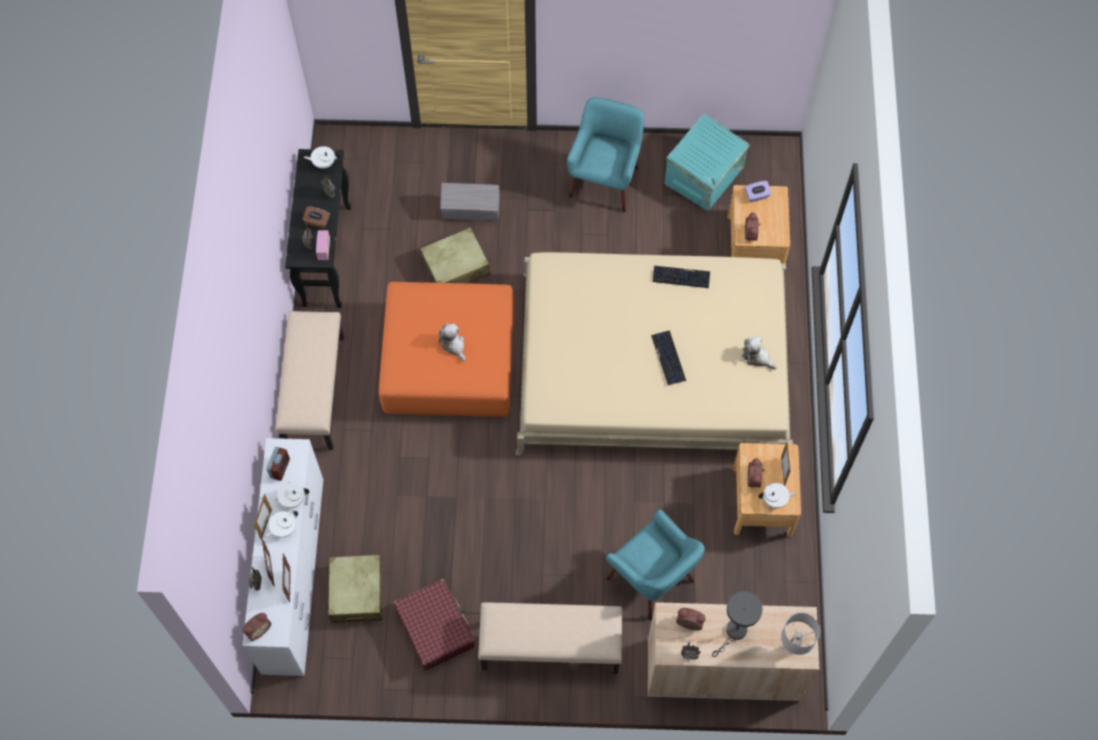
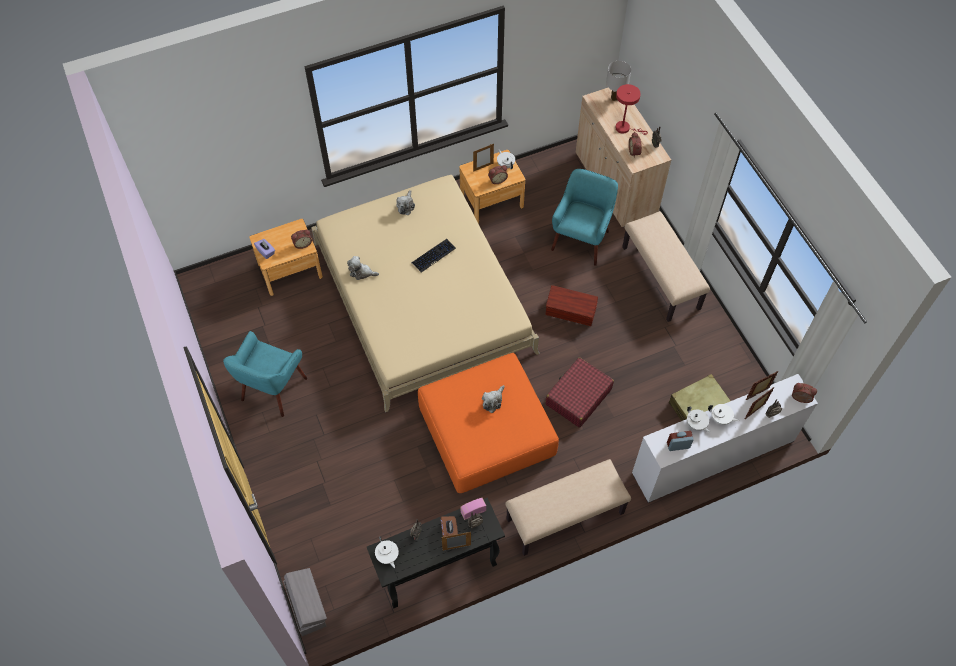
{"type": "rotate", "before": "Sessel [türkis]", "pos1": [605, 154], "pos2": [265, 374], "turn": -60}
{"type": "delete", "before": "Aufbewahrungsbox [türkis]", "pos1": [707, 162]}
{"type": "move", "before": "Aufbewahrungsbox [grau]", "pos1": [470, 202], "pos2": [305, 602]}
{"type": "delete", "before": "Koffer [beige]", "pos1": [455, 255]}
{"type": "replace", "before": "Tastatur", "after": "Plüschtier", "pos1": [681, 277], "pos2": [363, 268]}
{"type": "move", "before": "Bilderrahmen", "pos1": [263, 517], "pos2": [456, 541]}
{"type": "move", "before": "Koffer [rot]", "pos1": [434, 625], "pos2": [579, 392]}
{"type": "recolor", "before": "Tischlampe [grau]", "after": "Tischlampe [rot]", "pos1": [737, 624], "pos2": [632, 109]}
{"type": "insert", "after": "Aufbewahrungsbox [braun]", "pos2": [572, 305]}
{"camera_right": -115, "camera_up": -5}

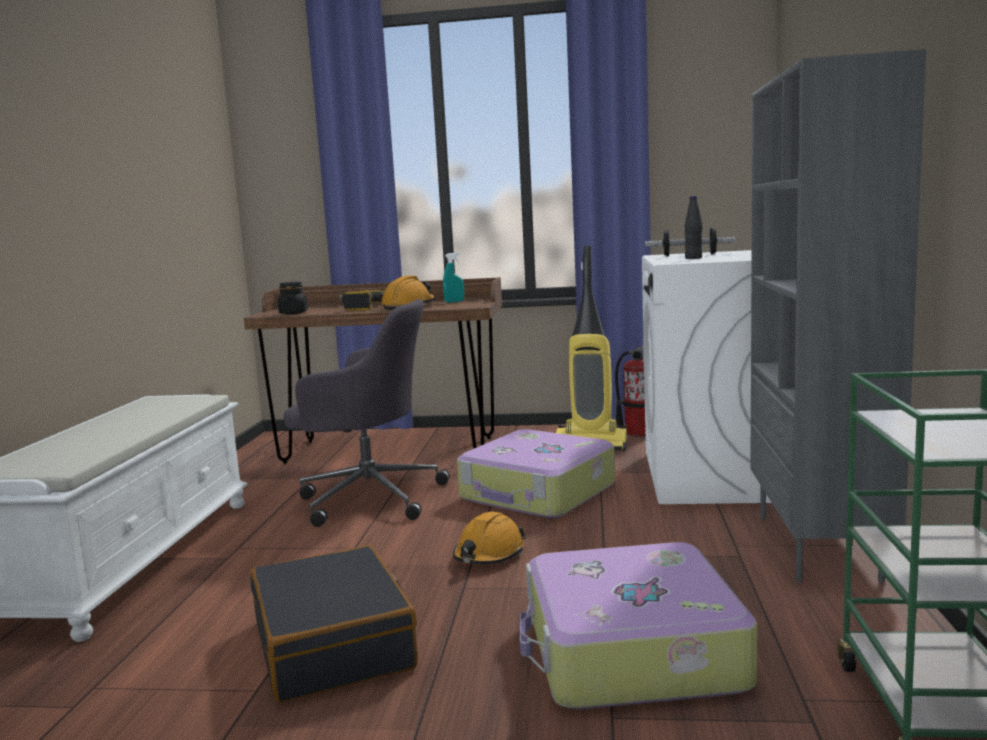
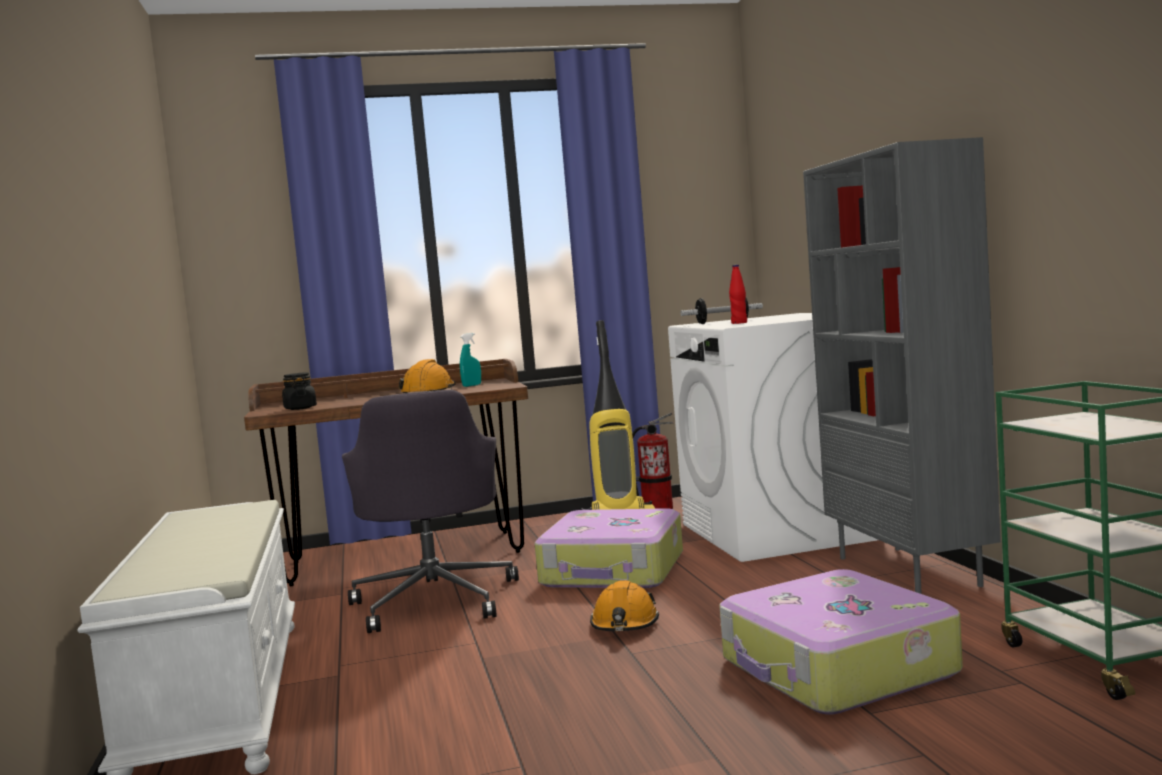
{"type": "recolor", "before": "Flasche [schwarz]", "after": "Flasche [rot]", "pos1": [693, 227], "pos2": [738, 294]}
{"type": "delete", "before": "Bohrmaschine", "pos1": [361, 300]}
{"type": "rotate", "before": "Bürostuhl [grau]", "pos1": [367, 413], "pos2": [430, 511], "turn": 90}
{"type": "delete", "before": "Koffer [schwarz]", "pos1": [334, 623]}
{"camera_right": -20, "camera_up": -5}

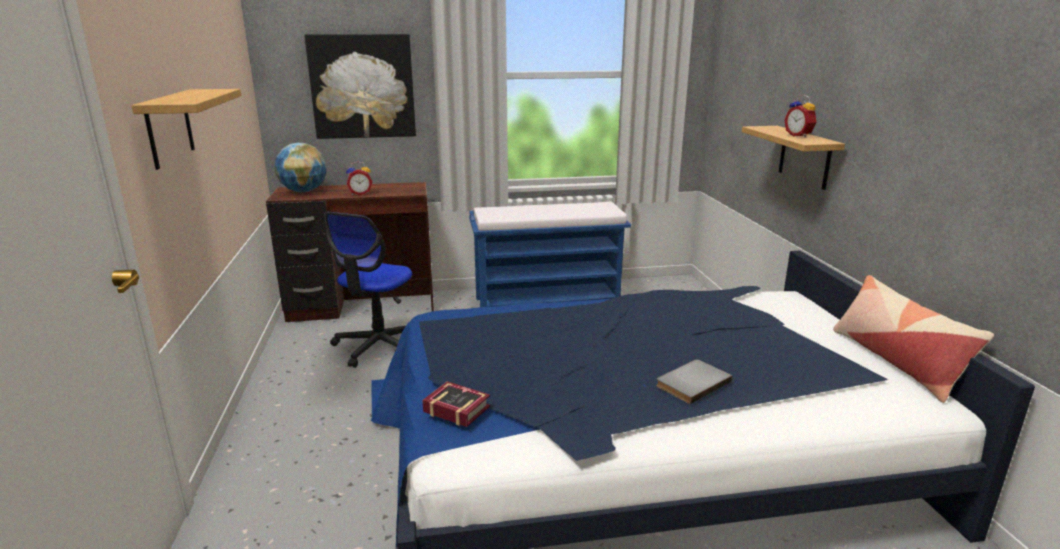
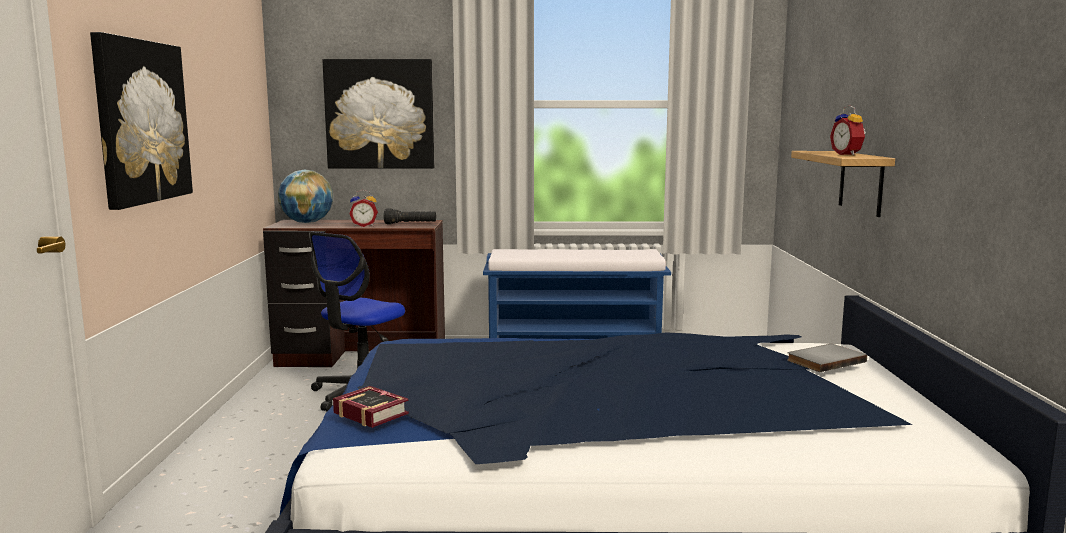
{"type": "replace", "before": "Wandregal", "after": "Bild", "pos1": [186, 129], "pos2": [141, 121]}
{"type": "delete", "before": "Kissen", "pos1": [913, 339]}
{"type": "move", "before": "Buch [grau]", "pos1": [694, 382], "pos2": [827, 358]}
{"type": "insert", "after": "Taschenlampe [schwarz]", "pos2": [410, 216]}
{"camera_right": 10, "camera_up": -10}

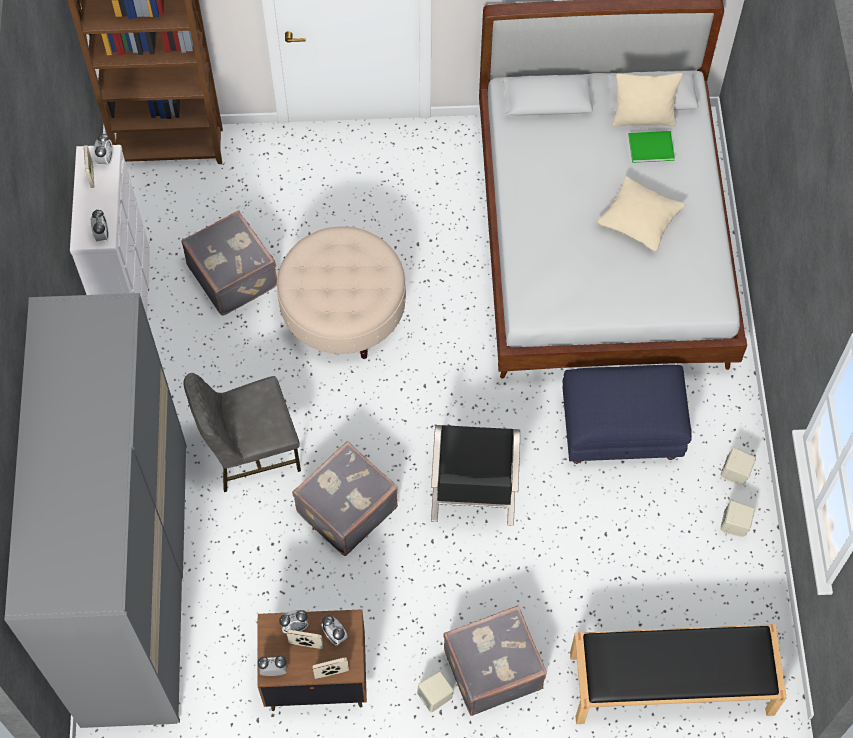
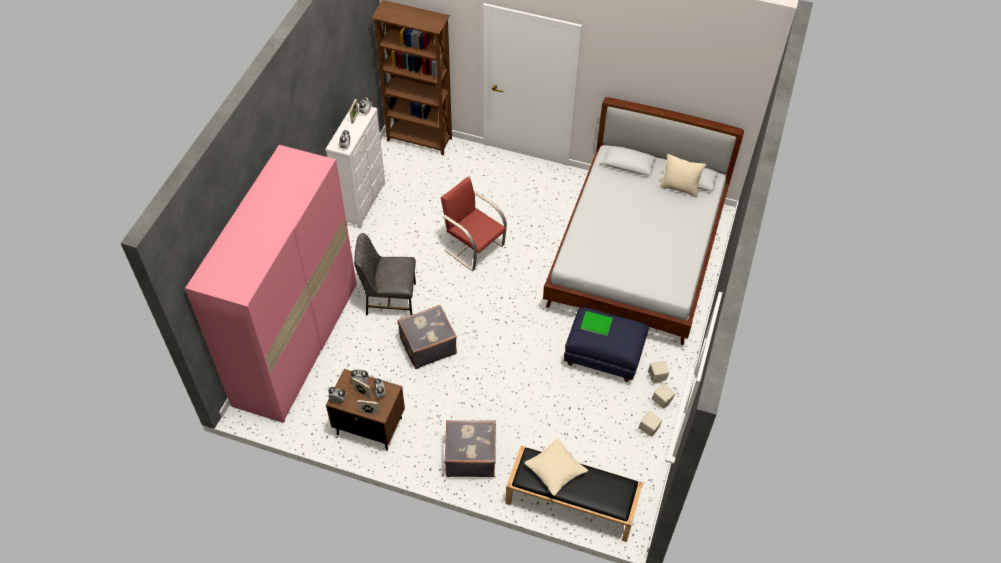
{"type": "move", "before": "Buch [grün]", "pos1": [651, 147], "pos2": [596, 323]}
{"type": "move", "before": "Kissen [beige]", "pos1": [641, 214], "pos2": [556, 467]}
{"type": "delete", "before": "Koffer [grau]", "pos1": [229, 263]}
{"type": "replace", "before": "Polsterhocker [beige]", "after": "Stuhl [rot]", "pos1": [341, 292], "pos2": [474, 224]}
{"type": "recolor", "before": "Kleiderschrank [grau]", "after": "Kleiderschrank [rosa]", "pos1": [95, 510], "pos2": [271, 284]}
{"type": "delete", "before": "Stuhl [schwarz]", "pos1": [475, 475]}
{"type": "move", "before": "Lautsprecher [beige]", "pos1": [435, 691], "pos2": [658, 372]}
{"camera_right": 20, "camera_up": -10}

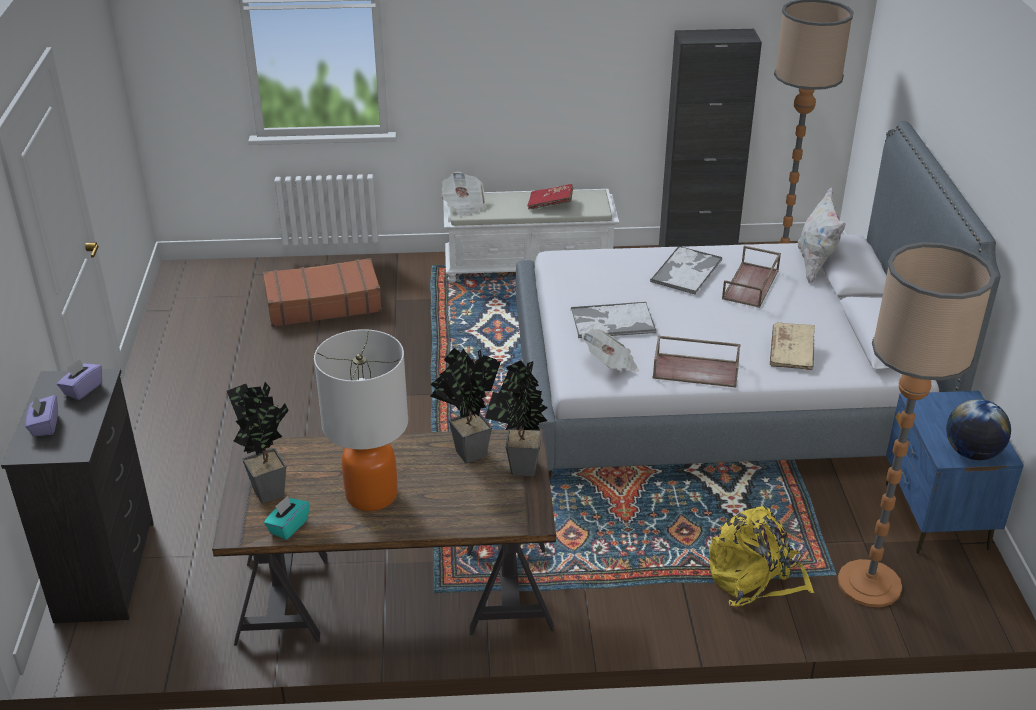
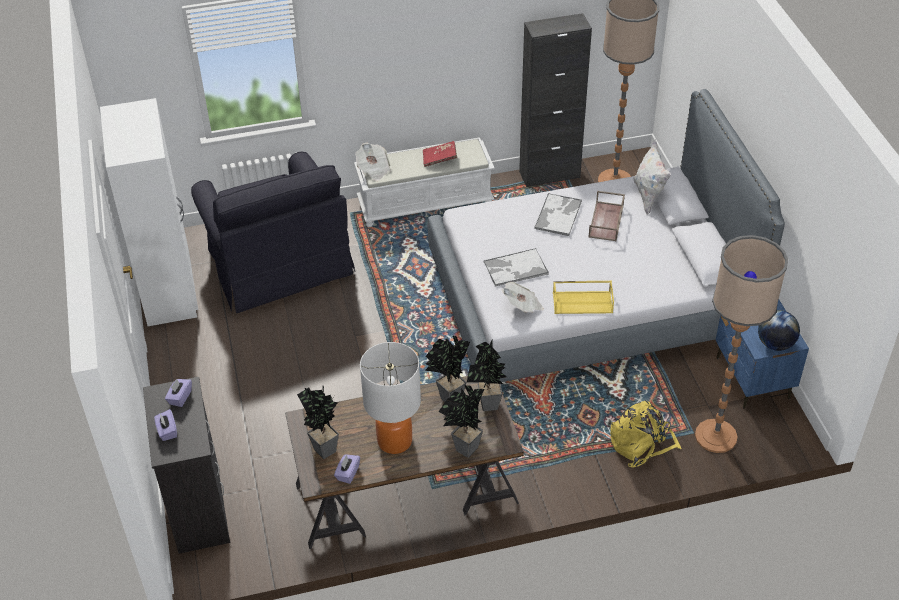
{"type": "replace", "before": "Koffer [braun]", "after": "Sessel [schwarz]", "pos1": [322, 292], "pos2": [273, 232]}
{"type": "delete", "before": "Buch [beige]", "pos1": [792, 346]}
{"type": "recolor", "before": "Tablett [braun]", "after": "Tablett [gelb]", "pos1": [697, 361], "pos2": [583, 297]}
{"type": "recolor", "before": "Taschentuchbox [türkis]", "after": "Taschentuchbox [lila]", "pos1": [287, 518], "pos2": [347, 469]}
{"type": "insert", "after": "Kleiderschrank [weiß]", "pos2": [149, 212]}
{"type": "insert", "after": "Topfpflanze", "pos2": [461, 421]}
{"camera_right": -10, "camera_up": 10}

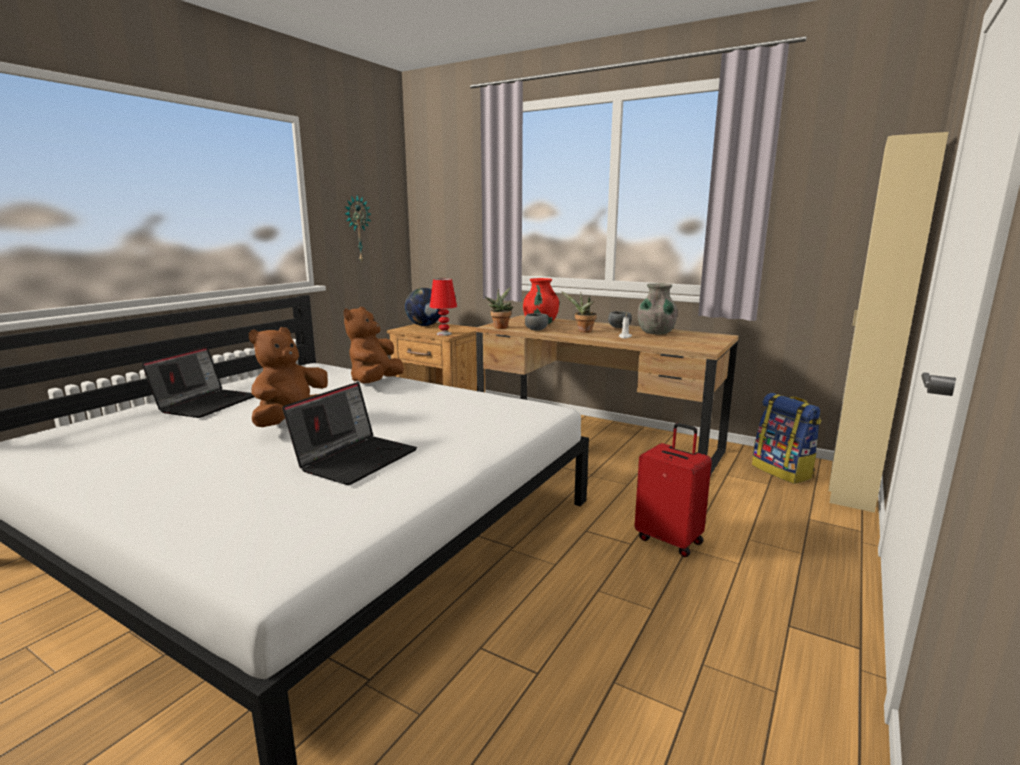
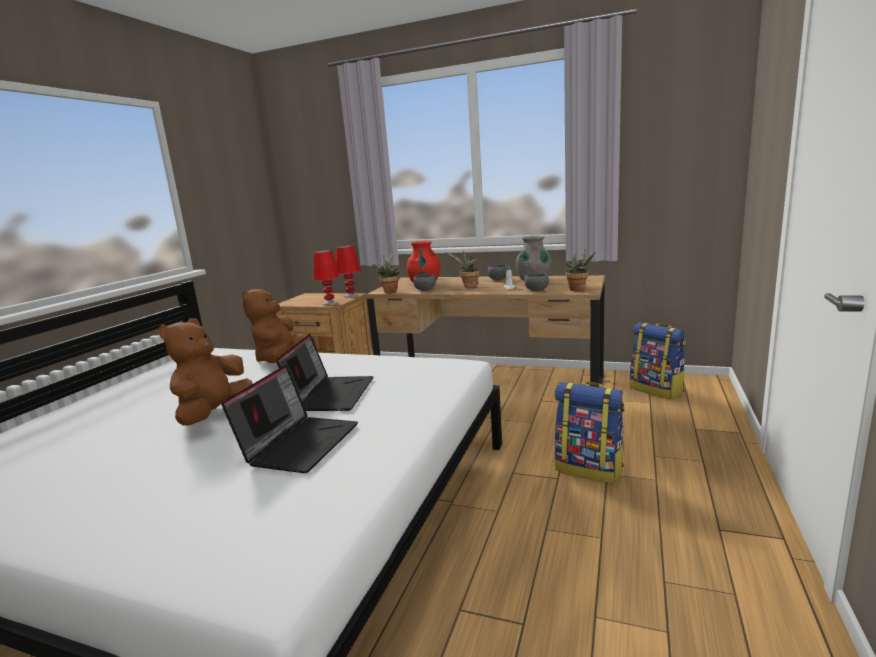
{"type": "delete", "before": "Kleiderschrank [beige]", "pos1": [889, 322]}
{"type": "delete", "before": "Wanduhr", "pos1": [358, 229]}
{"type": "delete", "before": "Globus", "pos1": [423, 307]}
{"type": "move", "before": "Laptop", "pos1": [198, 382], "pos2": [324, 372]}
{"type": "replace", "before": "Koffer [rot]", "after": "Rucksack", "pos1": [673, 490], "pos2": [589, 433]}
{"type": "insert", "after": "Tischlampe [rot]", "pos2": [348, 271]}
{"type": "insert", "after": "Topfpflanze", "pos2": [580, 270]}
{"type": "insert", "after": "Schüssel [grau]", "pos2": [536, 282]}
{"camera_right": -10, "camera_up": 0}

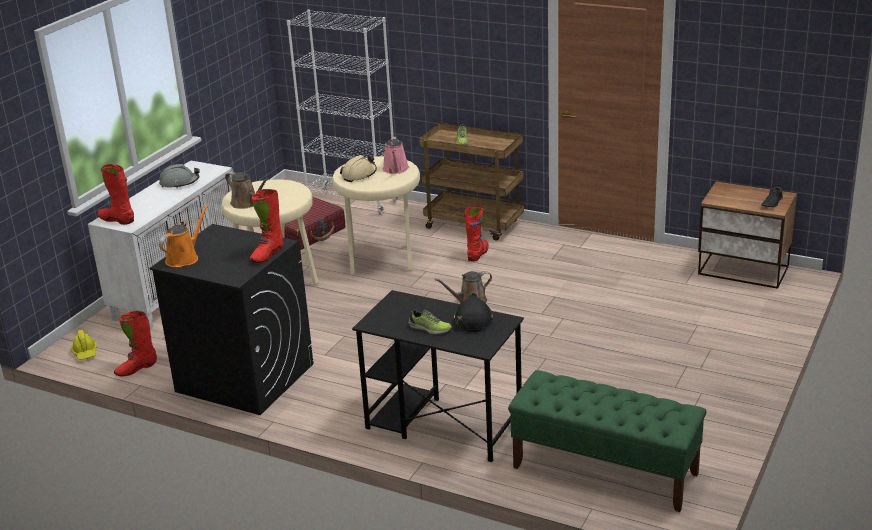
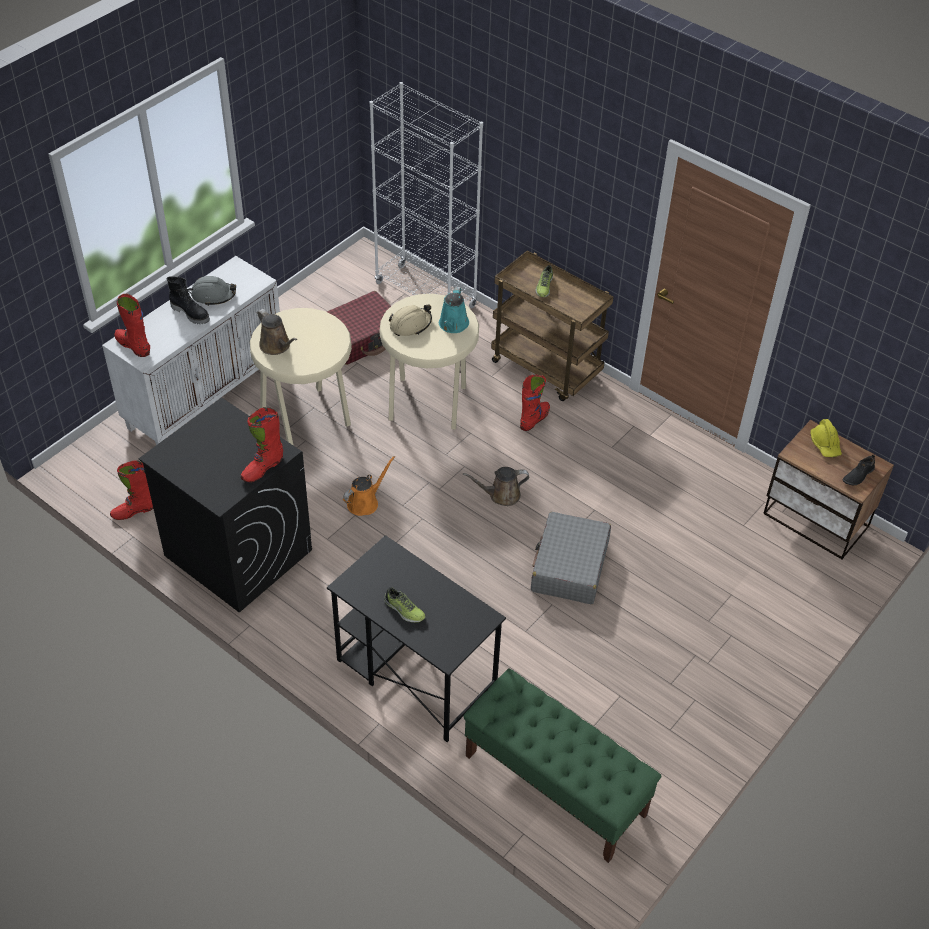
{"type": "recolor", "before": "Gießkanne [rosa]", "after": "Gießkanne [türkis]", "pos1": [396, 155], "pos2": [454, 309]}
{"type": "move", "before": "Gießkanne [orange]", "pos1": [183, 236], "pos2": [369, 486]}
{"type": "delete", "before": "Schutzhelm [schwarz]", "pos1": [473, 312]}
{"type": "move", "before": "Schutzhelm [gelb]", "pos1": [84, 345], "pos2": [826, 438]}
{"type": "insert", "after": "Stiefel [schwarz]", "pos2": [188, 300]}
{"type": "insert", "after": "Koffer [grau]", "pos2": [571, 558]}
{"camera_right": 10, "camera_up": 20}

